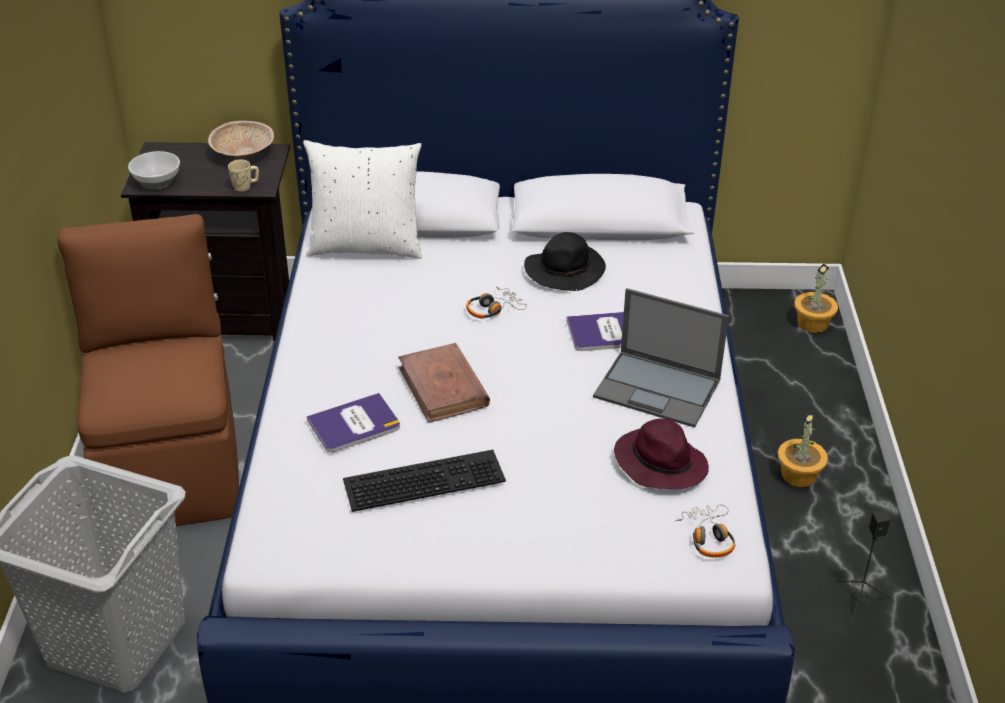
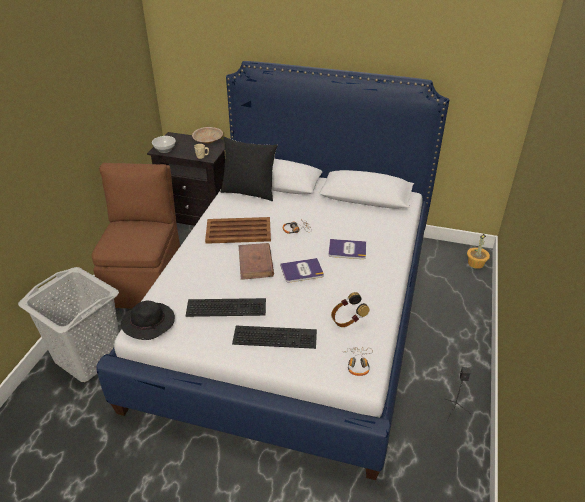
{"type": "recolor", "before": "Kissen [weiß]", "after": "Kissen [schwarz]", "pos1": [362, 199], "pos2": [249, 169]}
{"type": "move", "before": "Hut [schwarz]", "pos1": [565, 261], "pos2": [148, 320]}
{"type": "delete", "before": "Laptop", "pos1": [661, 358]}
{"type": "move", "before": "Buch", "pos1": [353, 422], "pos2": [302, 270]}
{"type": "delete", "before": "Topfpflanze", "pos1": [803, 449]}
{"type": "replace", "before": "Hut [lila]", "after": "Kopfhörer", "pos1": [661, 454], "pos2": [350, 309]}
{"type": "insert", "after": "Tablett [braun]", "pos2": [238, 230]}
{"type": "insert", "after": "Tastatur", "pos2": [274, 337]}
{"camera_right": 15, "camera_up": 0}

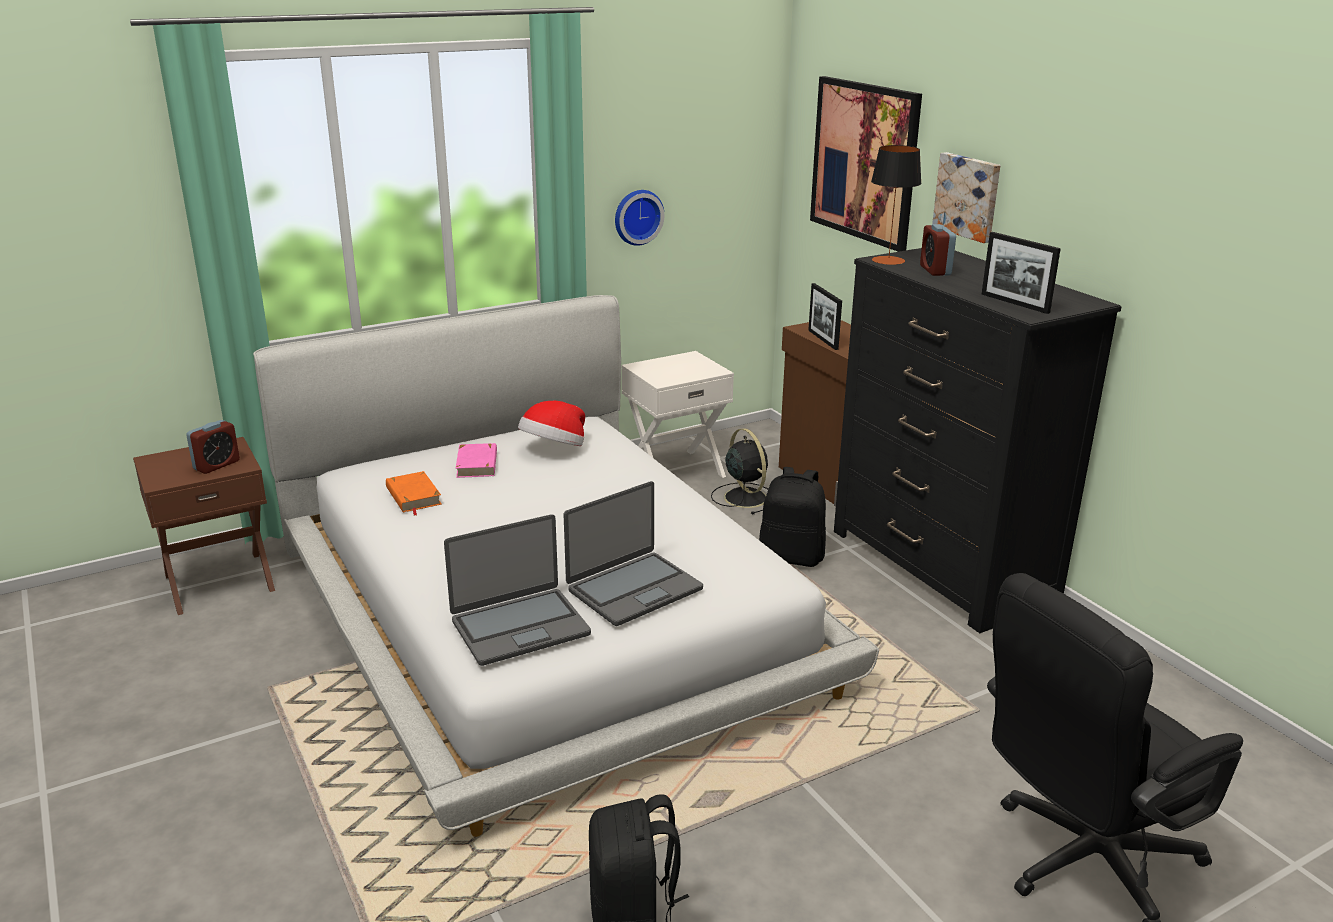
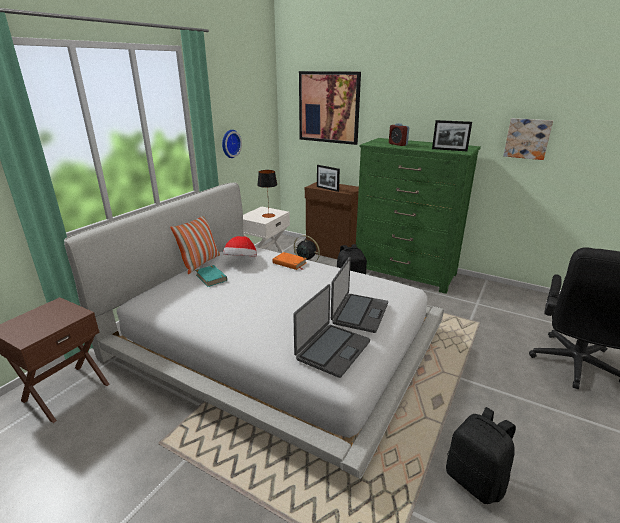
{"type": "move", "before": "Tischlampe", "pos1": [896, 205], "pos2": [267, 194]}
{"type": "move", "before": "Bild", "pos1": [966, 197], "pos2": [528, 139]}
{"type": "recolor", "before": "Kommode [schwarz]", "after": "Kommode [grün]", "pos1": [978, 440], "pos2": [418, 216]}
{"type": "delete", "before": "Wecker", "pos1": [213, 447]}
{"type": "recolor", "before": "Buch [rosa]", "after": "Buch [türkis]", "pos1": [476, 460], "pos2": [211, 276]}
{"type": "move", "before": "Buch [orange]", "pos1": [414, 493], "pos2": [290, 261]}
{"type": "insert", "after": "Kissen", "pos2": [195, 245]}
{"camera_right": -30, "camera_up": 0}

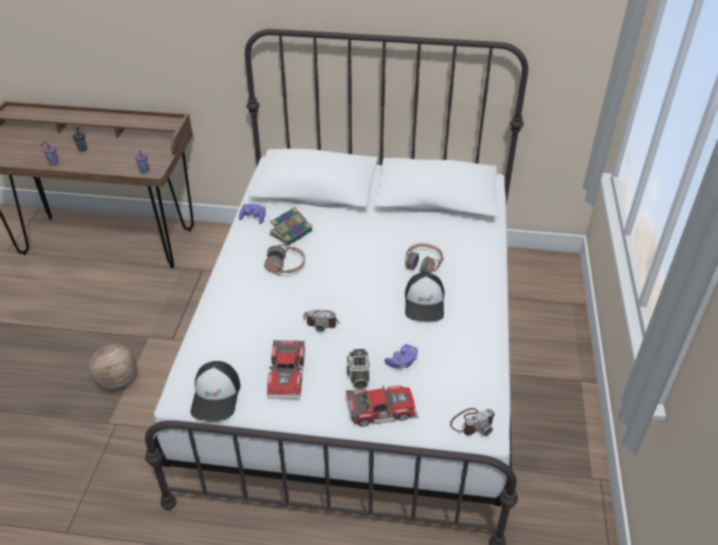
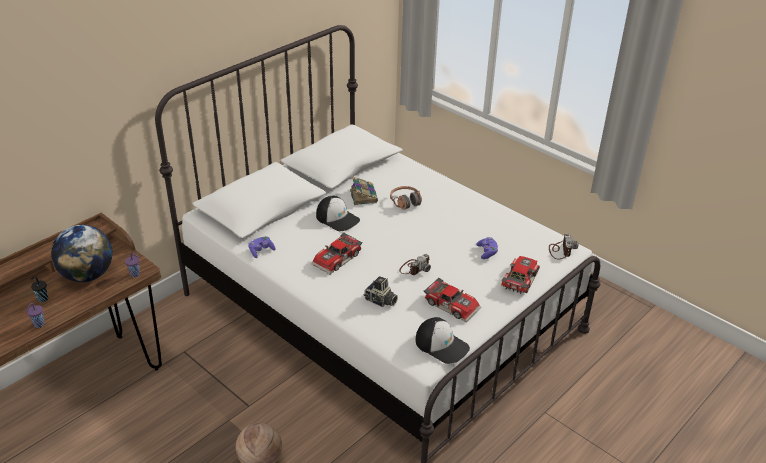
{"type": "move", "before": "Buch", "pos1": [291, 226], "pos2": [364, 190]}
{"type": "replace", "before": "Kopfhörer", "after": "Spielzeugauto", "pos1": [284, 259], "pos2": [337, 253]}
{"type": "move", "before": "Kappe", "pos1": [424, 296], "pos2": [338, 213]}
{"type": "move", "before": "Kamera", "pos1": [358, 369], "pos2": [380, 291]}
{"type": "insert", "after": "Globus", "pos2": [82, 253]}
{"camera_right": -55, "camera_up": -5}

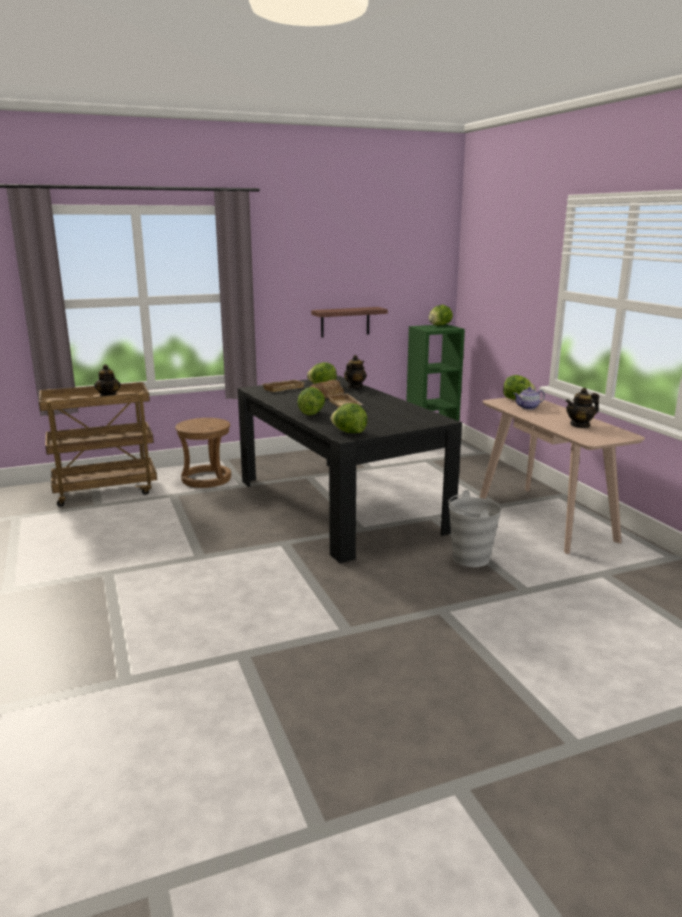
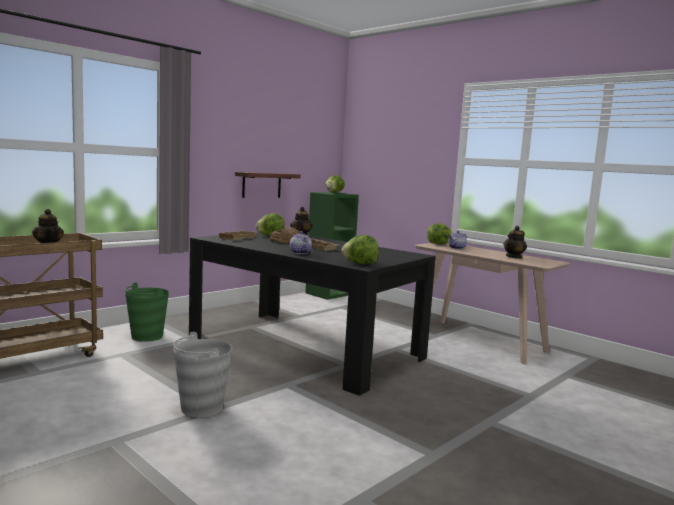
{"type": "replace", "before": "Salatkopf", "after": "Teekanne", "pos1": [311, 401], "pos2": [300, 242]}
{"type": "replace", "before": "Hocker [braun]", "after": "Eimer [grün]", "pos1": [203, 453], "pos2": [147, 312]}
{"type": "move", "before": "Eimer [grau]", "pos1": [474, 528], "pos2": [202, 374]}
{"camera_right": -25, "camera_up": -10}

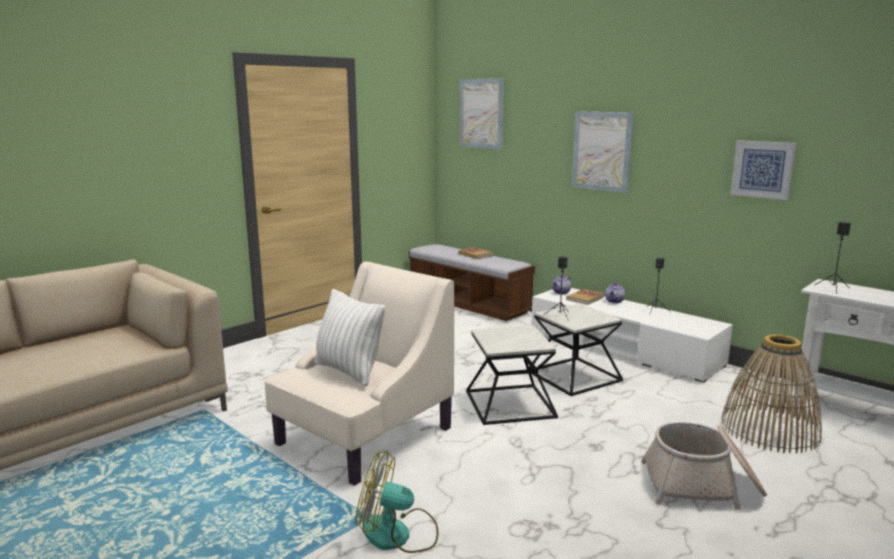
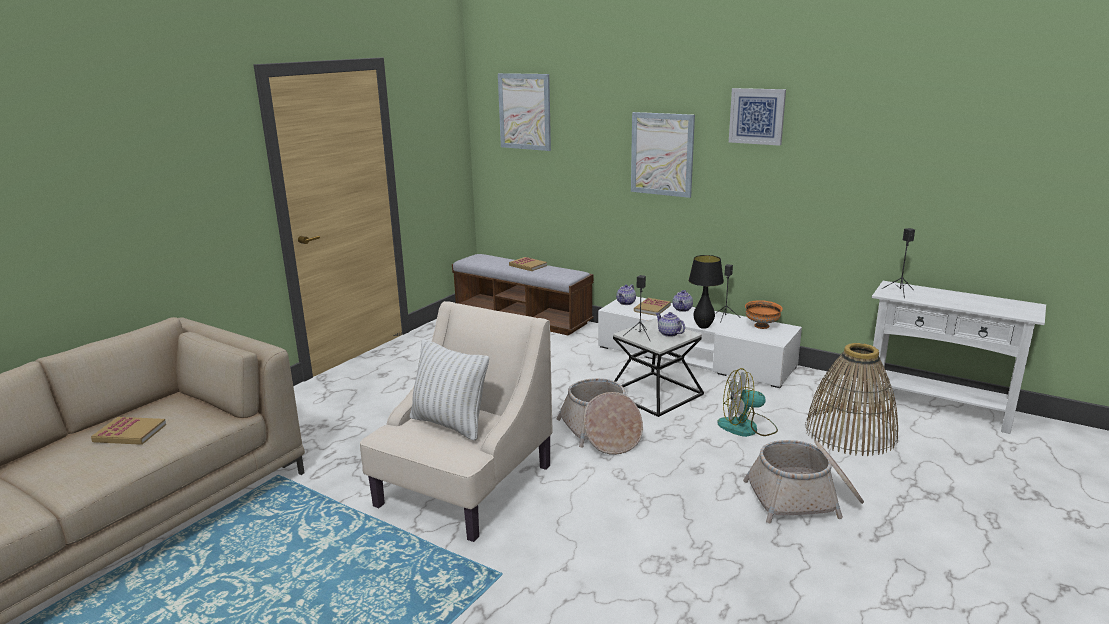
{"type": "move", "before": "Bild", "pos1": [763, 170], "pos2": [757, 117]}
{"type": "replace", "before": "Beistelltisch", "after": "Korb", "pos1": [512, 375], "pos2": [600, 416]}
{"type": "move", "before": "Ventilator", "pos1": [396, 502], "pos2": [747, 402]}
{"type": "insert", "after": "Tischlampe [schwarz]", "pos2": [706, 292]}
{"type": "insert", "after": "Schüssel [orange]", "pos2": [764, 314]}
{"type": "insert", "after": "Teekanne", "pos2": [670, 324]}
{"type": "insert", "after": "Buch", "pos2": [128, 431]}
{"camera_right": -10, "camera_up": 5}

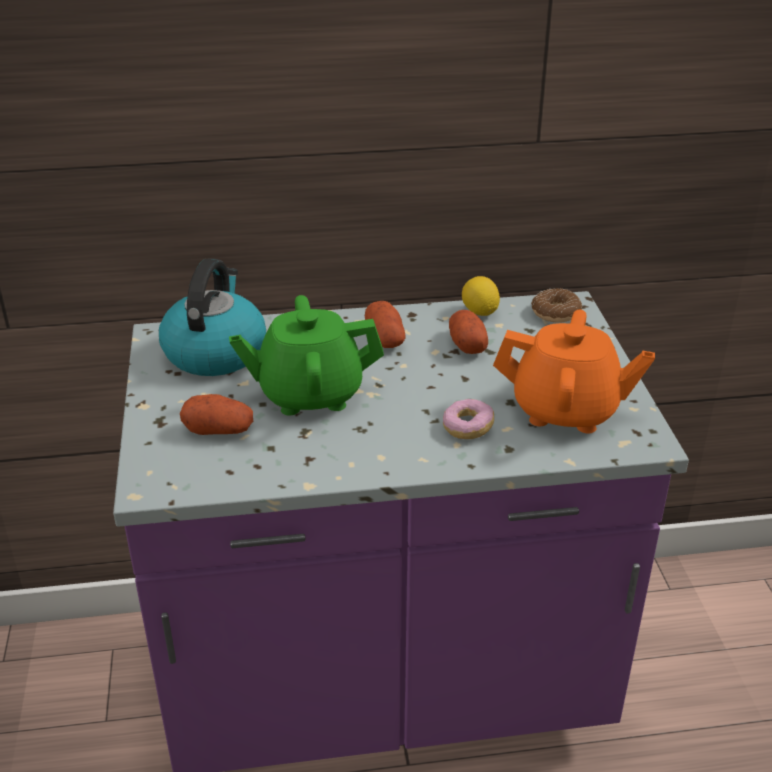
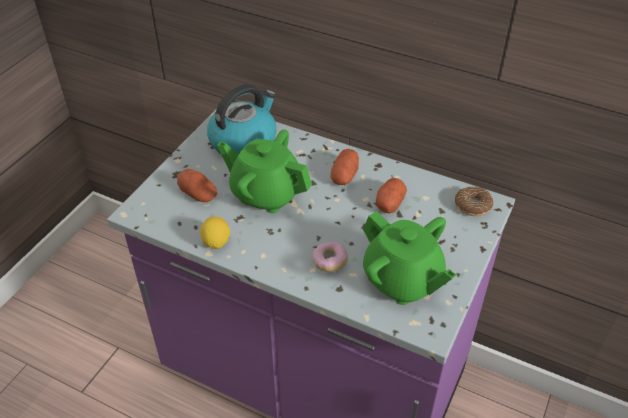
{"type": "move", "before": "Zitrone", "pos1": [481, 296], "pos2": [215, 233]}
{"type": "recolor", "before": "Teekanne [orange]", "after": "Teekanne [grün]", "pos1": [574, 371], "pos2": [409, 258]}
{"camera_right": 35, "camera_up": 10}

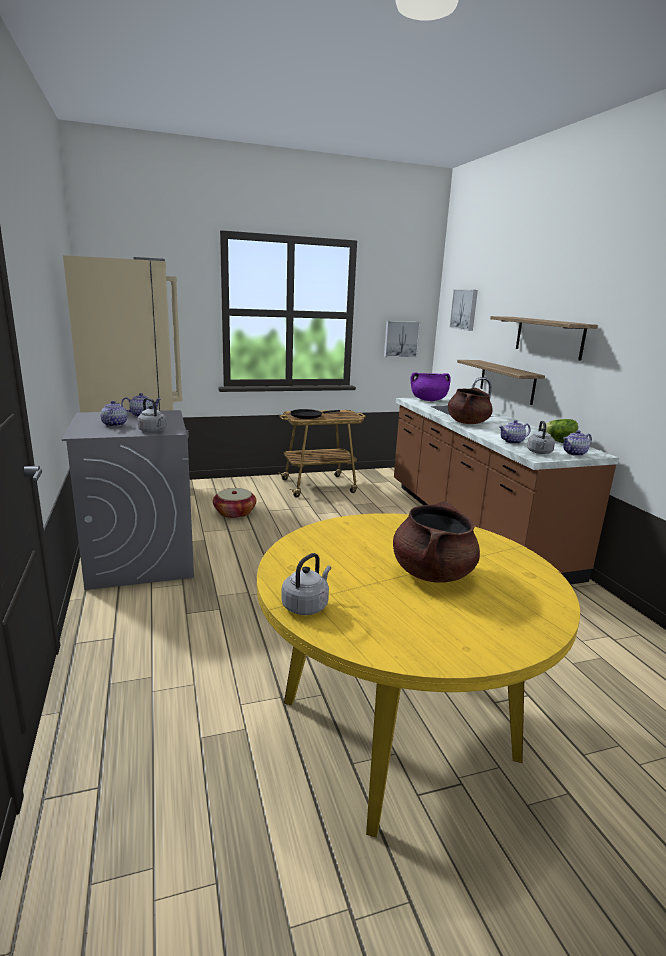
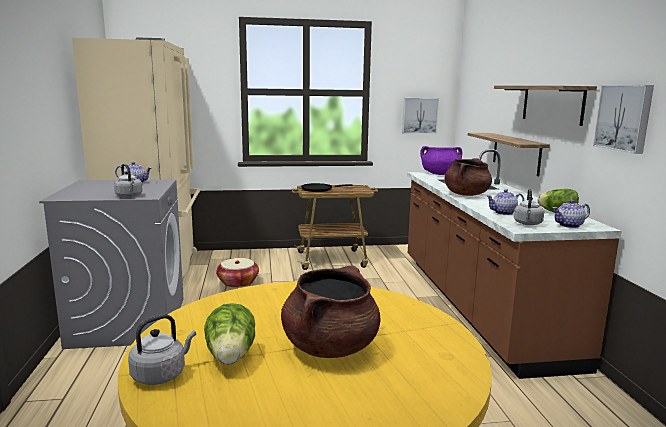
{"type": "move", "before": "Bild", "pos1": [463, 310], "pos2": [623, 119]}
{"type": "delete", "before": "Teekanne", "pos1": [113, 414]}
{"type": "insert", "after": "Salatkopf", "pos2": [229, 334]}
{"camera_right": 10, "camera_up": -5}

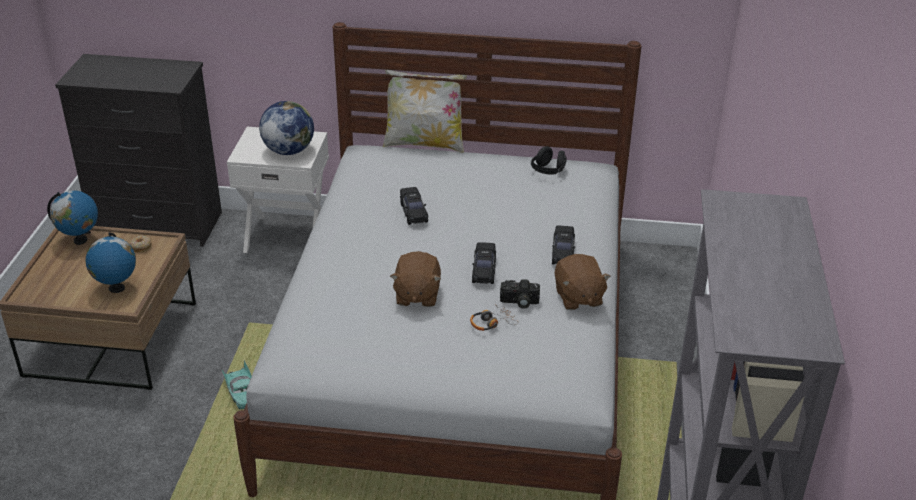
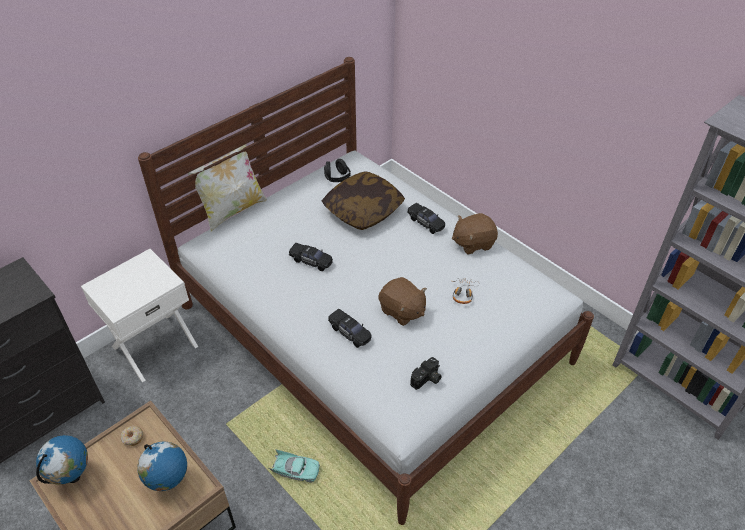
{"type": "delete", "before": "Globus", "pos1": [286, 128]}
{"type": "move", "before": "Spielzeugauto [schwarz]", "pos1": [484, 263], "pos2": [349, 328]}
{"type": "rotate", "before": "Plüschtier [braun]", "pos1": [583, 282], "pos2": [475, 233], "turn": 135}
{"type": "move", "before": "Kamera", "pos1": [520, 294], "pos2": [426, 373]}
{"type": "insert", "after": "Kissen", "pos2": [363, 200]}
{"camera_right": -50, "camera_up": 10}

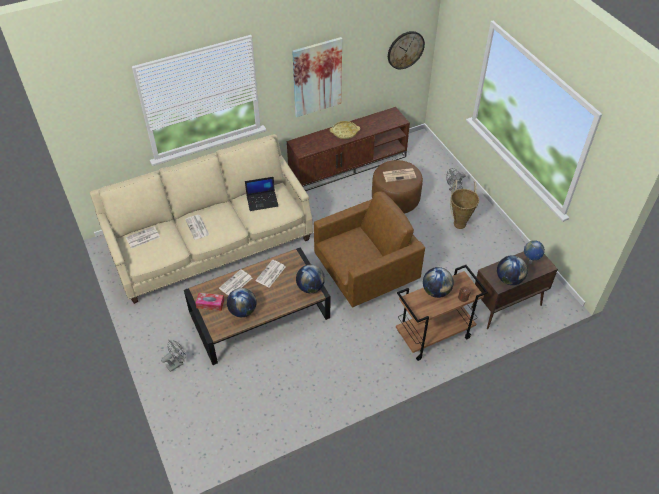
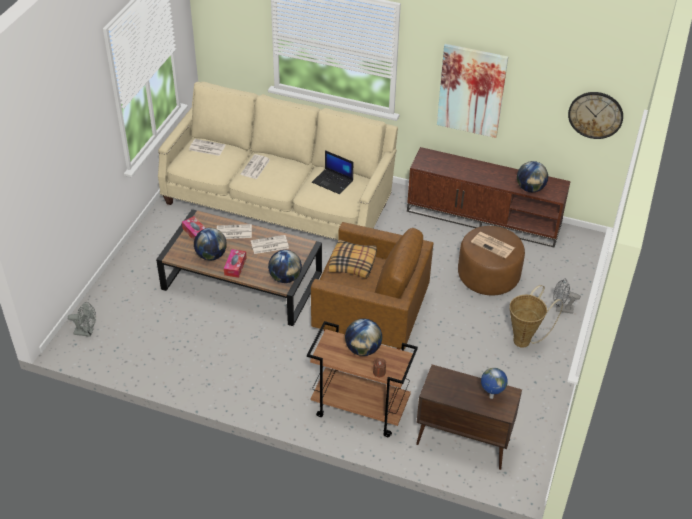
{"type": "delete", "before": "Tablett [gelb]", "pos1": [345, 130]}
{"type": "move", "before": "Globus", "pos1": [512, 270], "pos2": [532, 176]}
{"type": "move", "before": "Ventilator [grau]", "pos1": [173, 356], "pos2": [82, 319]}
{"type": "insert", "after": "Kissen", "pos2": [353, 259]}
{"type": "insert", "after": "Taschentuchbox", "pos2": [235, 263]}
{"camera_right": 45, "camera_up": -5}

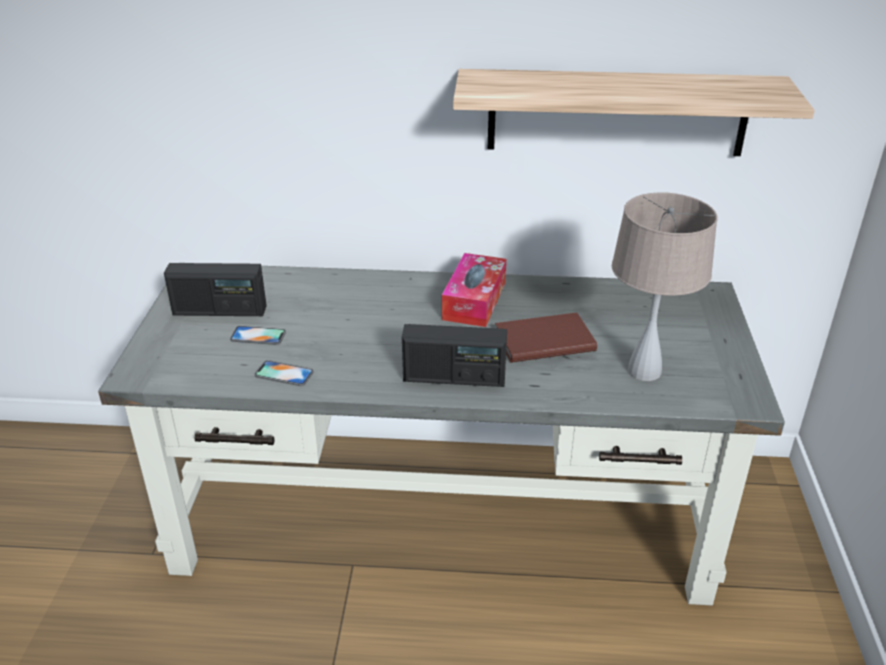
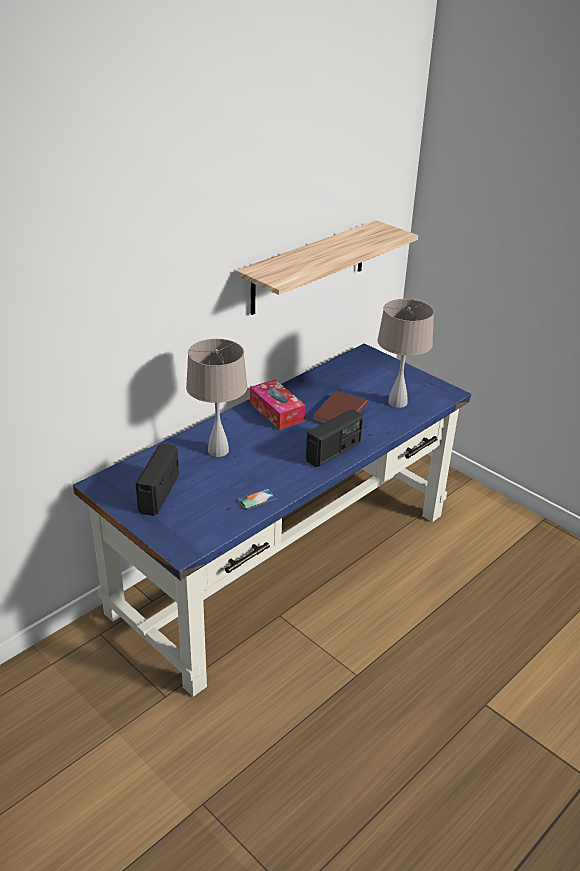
{"type": "rotate", "before": "Radio", "pos1": [215, 289], "pos2": [157, 479], "turn": 150}
{"type": "recolor", "before": "Schreibtisch [grau]", "after": "Schreibtisch [blau]", "pos1": [441, 436], "pos2": [272, 520]}
{"type": "delete", "before": "Handy", "pos1": [258, 335]}
{"type": "insert", "after": "Tischlampe [beige]", "pos2": [216, 398]}
{"camera_right": -50, "camera_up": 0}

